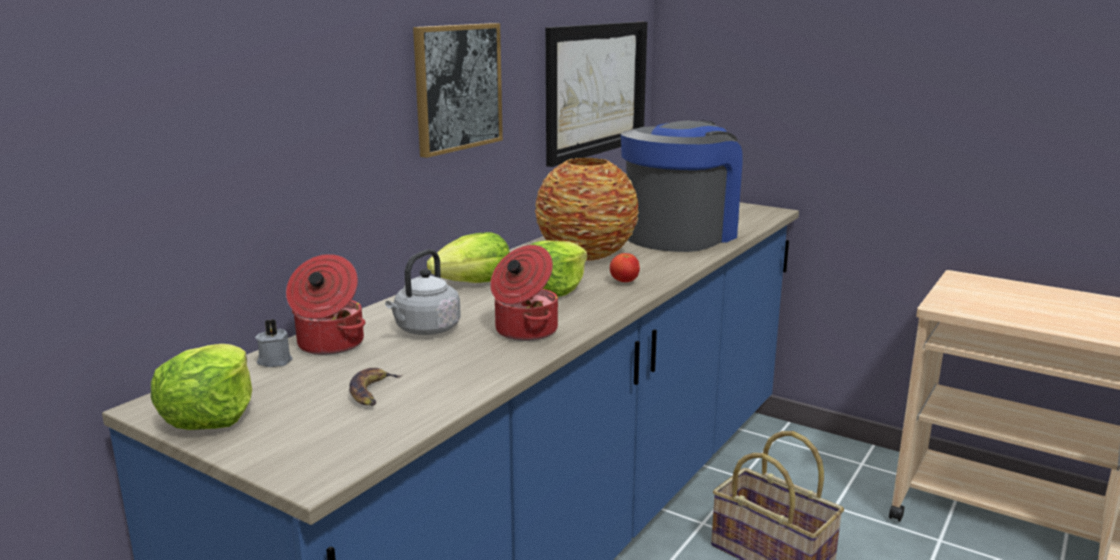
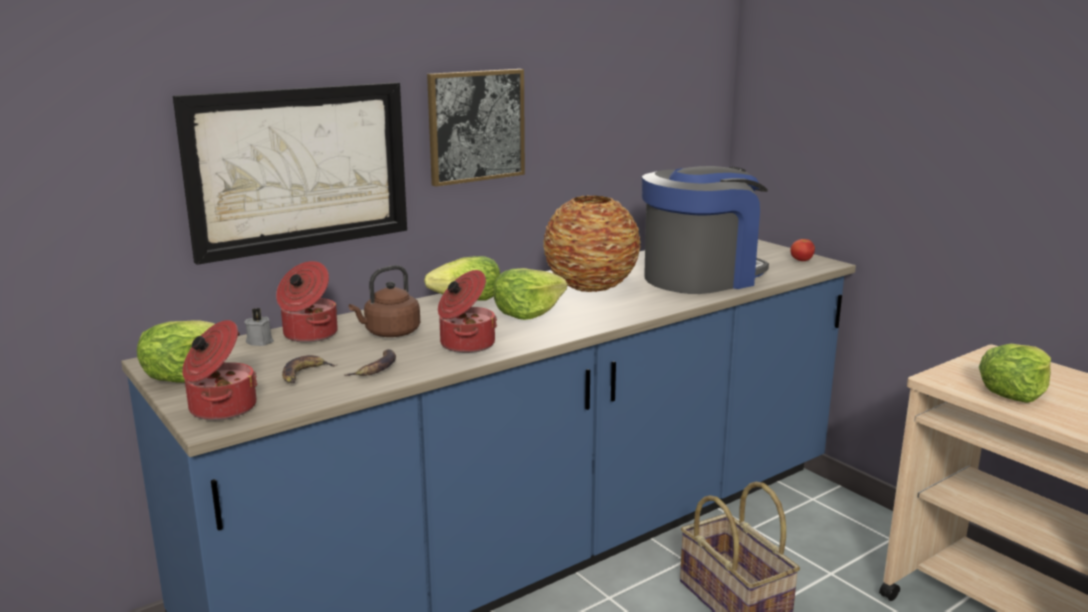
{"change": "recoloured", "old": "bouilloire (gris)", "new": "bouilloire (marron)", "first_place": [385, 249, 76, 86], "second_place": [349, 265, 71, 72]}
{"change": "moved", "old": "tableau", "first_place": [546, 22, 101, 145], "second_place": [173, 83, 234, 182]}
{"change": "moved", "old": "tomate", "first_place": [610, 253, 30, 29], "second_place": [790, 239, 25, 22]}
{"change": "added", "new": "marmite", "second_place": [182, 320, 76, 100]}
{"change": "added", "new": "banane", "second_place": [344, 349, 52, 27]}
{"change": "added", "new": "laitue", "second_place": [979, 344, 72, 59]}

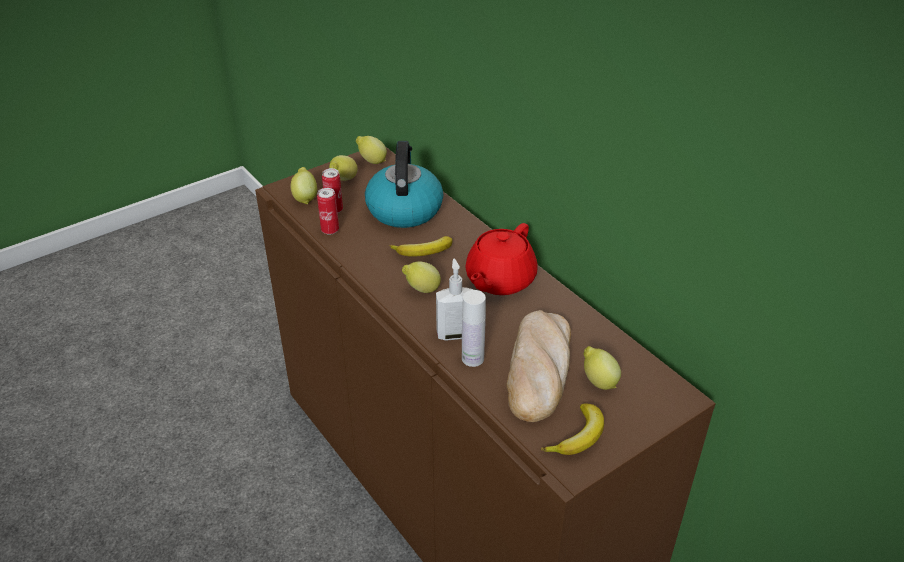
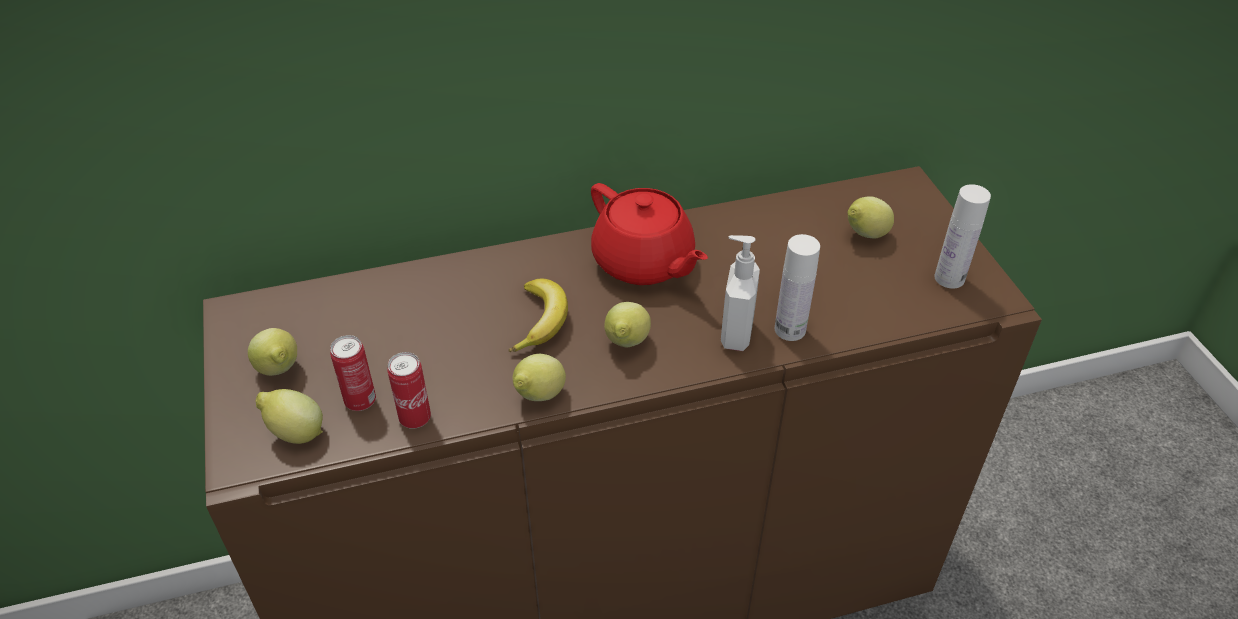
{"change": "moved", "old": "citron", "first_place": [356, 136, 31, 28], "second_place": [513, 354, 53, 47]}
{"change": "removed", "old": "bouilloire", "first_place": [365, 141, 78, 87]}
{"change": "removed", "old": "pain", "first_place": [506, 310, 65, 112]}
{"change": "replaced", "old": "banane", "new": "bouteille (blanc)", "first_place": [541, 403, 63, 52], "second_place": [935, 184, 56, 105]}

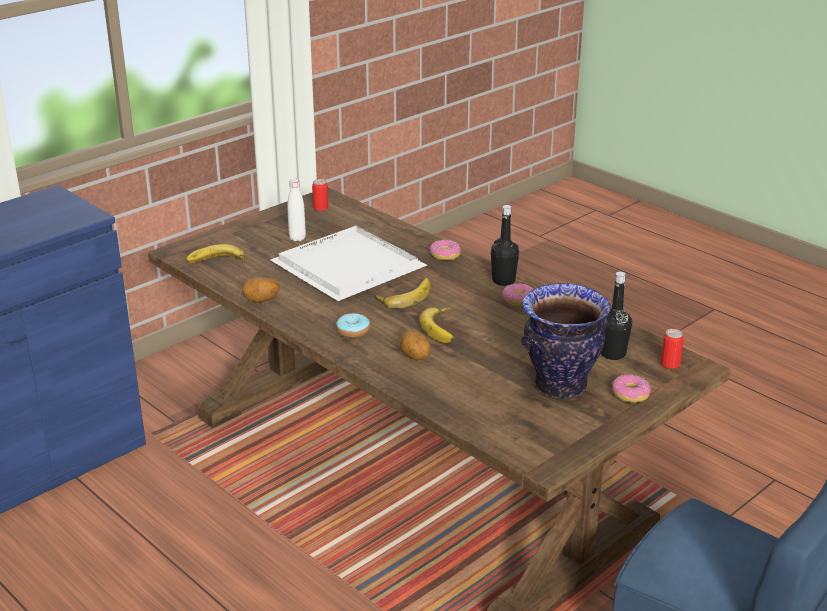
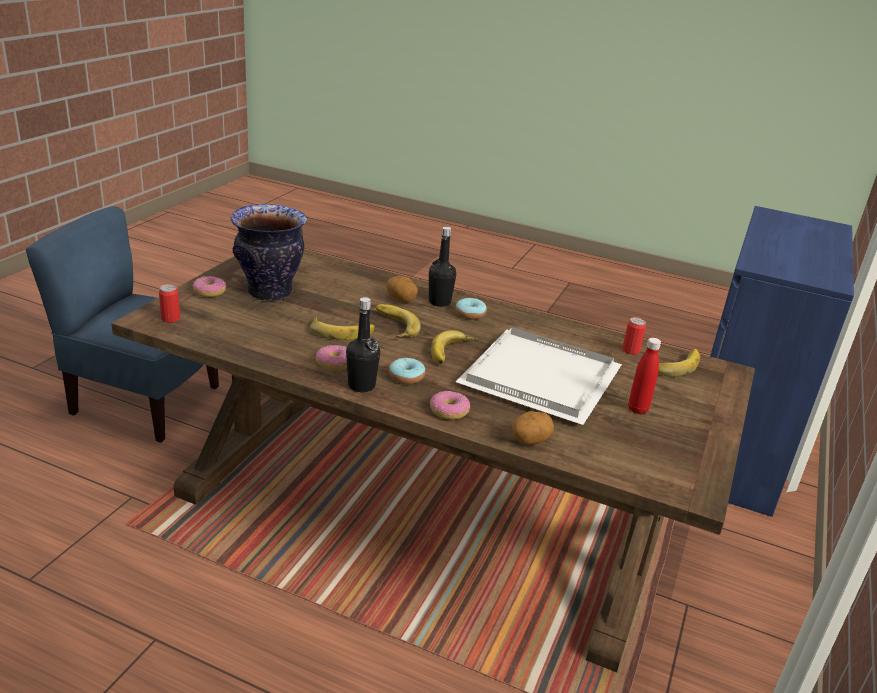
{"change": "moved", "old": "pomme de terre", "first_place": [242, 277, 38, 26], "second_place": [511, 411, 43, 34]}
{"change": "recoloured", "old": "bouteille (blanc)", "new": "bouteille (rouge)", "first_place": [287, 179, 19, 62], "second_place": [628, 338, 33, 76]}
{"change": "moved", "old": "boîte métallique", "first_place": [312, 179, 16, 32], "second_place": [622, 317, 24, 38]}
{"change": "moved", "old": "bouteille (noir)", "first_place": [601, 272, 31, 88], "second_place": [429, 227, 27, 80]}
{"change": "added", "new": "banane", "second_place": [310, 316, 65, 24]}
{"change": "added", "new": "beignet", "second_place": [389, 358, 36, 26]}

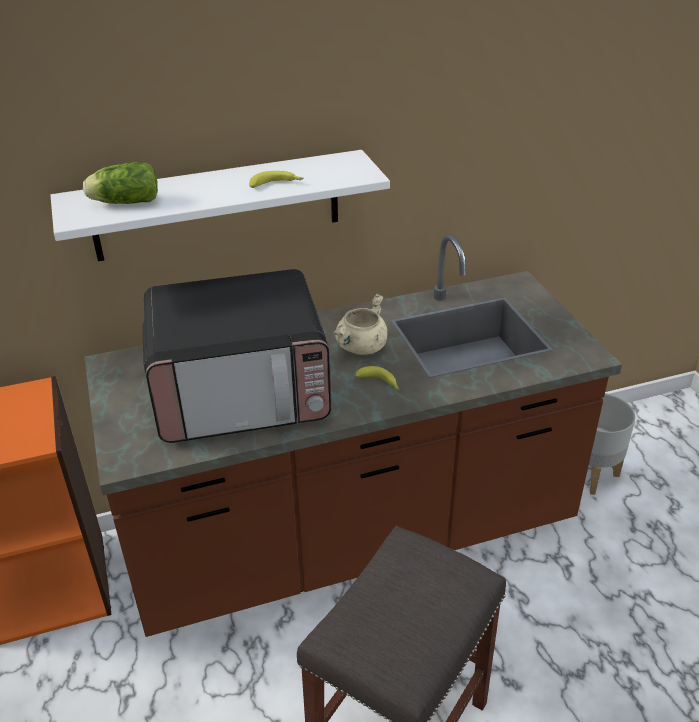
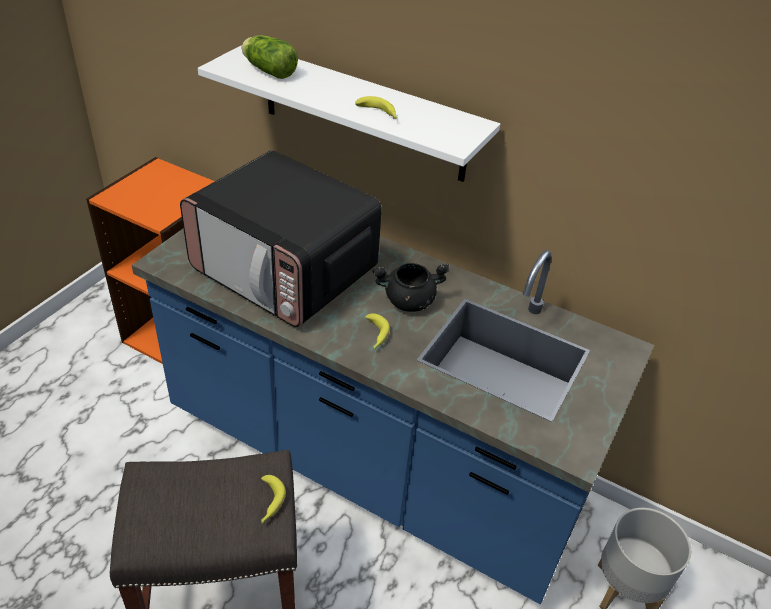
{"change": "recoloured", "old": "comptoir de cuisine (marron)", "new": "comptoir de cuisine (bleu)", "first_place": [84, 234, 538, 403], "second_place": [131, 229, 523, 375]}
{"change": "recoloured", "old": "marmite (beige)", "new": "marmite (noir)", "first_place": [333, 294, 55, 61], "second_place": [372, 263, 78, 49]}
{"change": "added", "new": "banane", "second_place": [261, 475, 25, 49]}

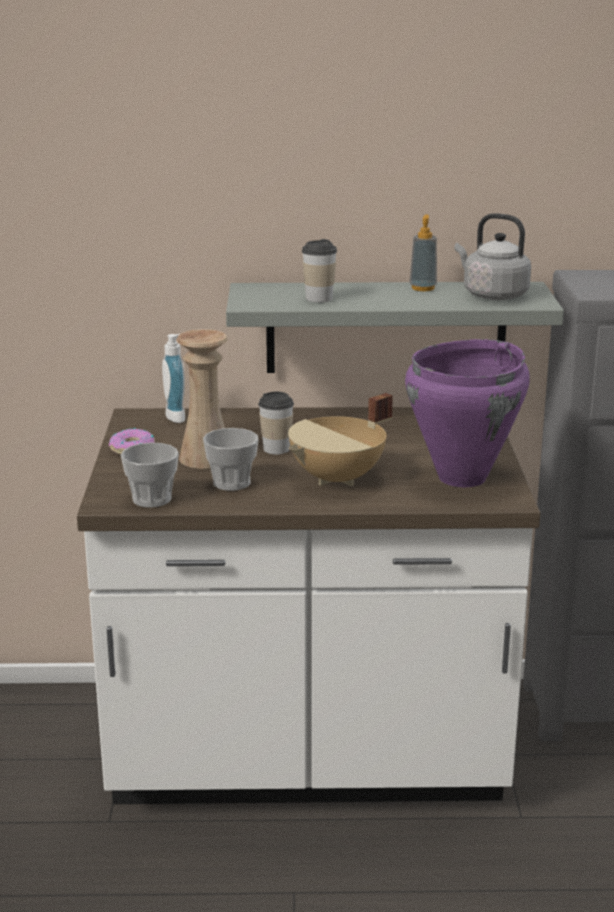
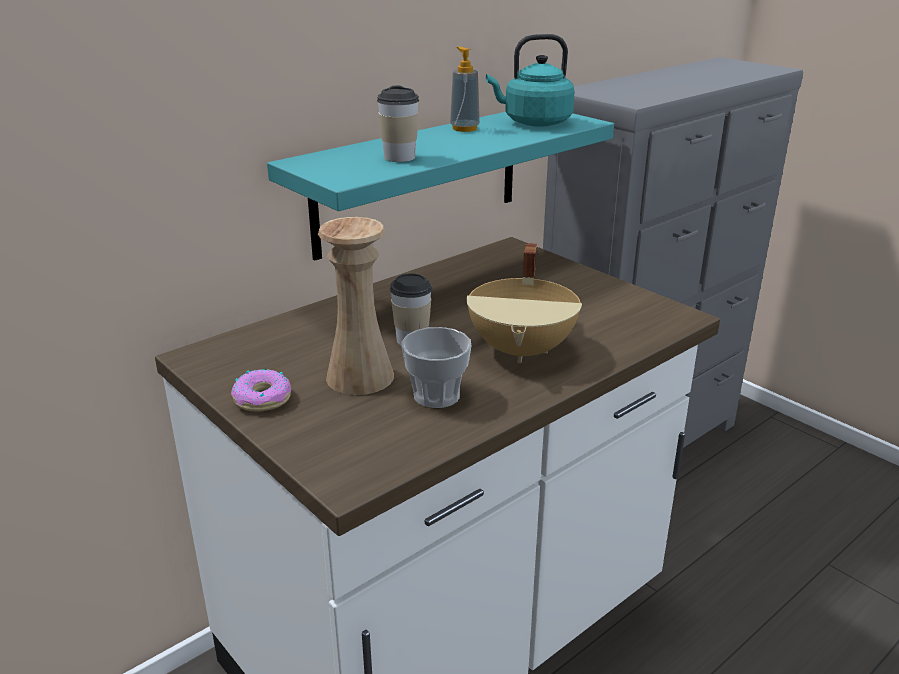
{"change": "removed", "old": "tasse", "first_place": [121, 442, 58, 66]}
{"change": "removed", "old": "distributeur de savon", "first_place": [162, 334, 23, 89]}
{"change": "recoloured", "old": "étagère (gris)", "new": "étagère (turquoise)", "first_place": [226, 282, 338, 91], "second_place": [267, 112, 347, 149]}
{"change": "removed", "old": "marmite (violet)", "first_place": [405, 339, 125, 148]}
{"change": "recoloured", "old": "bouilloire (gris)", "new": "bouilloire (turquoise)", "first_place": [455, 213, 76, 87], "second_place": [486, 34, 88, 93]}

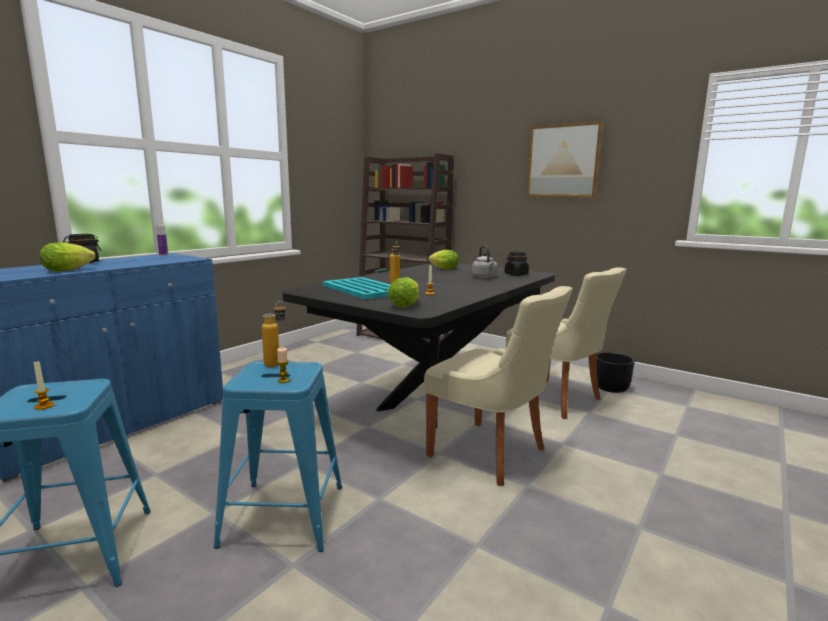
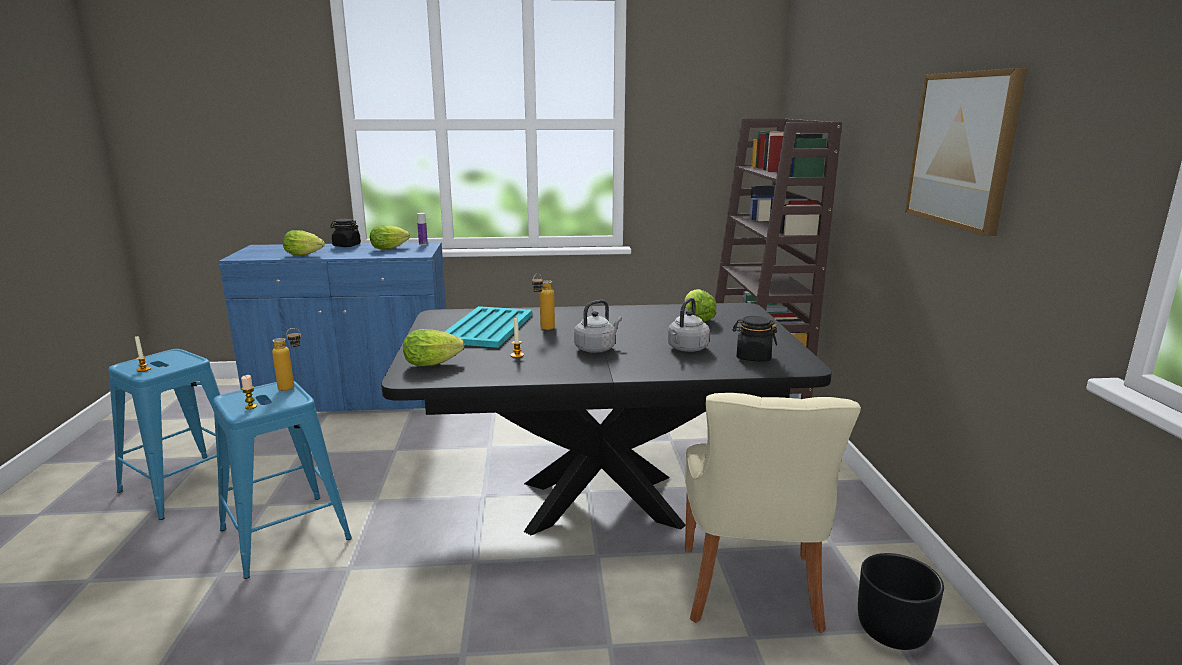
{"change": "removed", "old": "chaise (beige)", "first_place": [424, 286, 149, 200]}
{"change": "added", "new": "laitue", "second_place": [370, 225, 40, 25]}
{"change": "added", "new": "bouilloire (gris)", "second_place": [574, 300, 48, 53]}

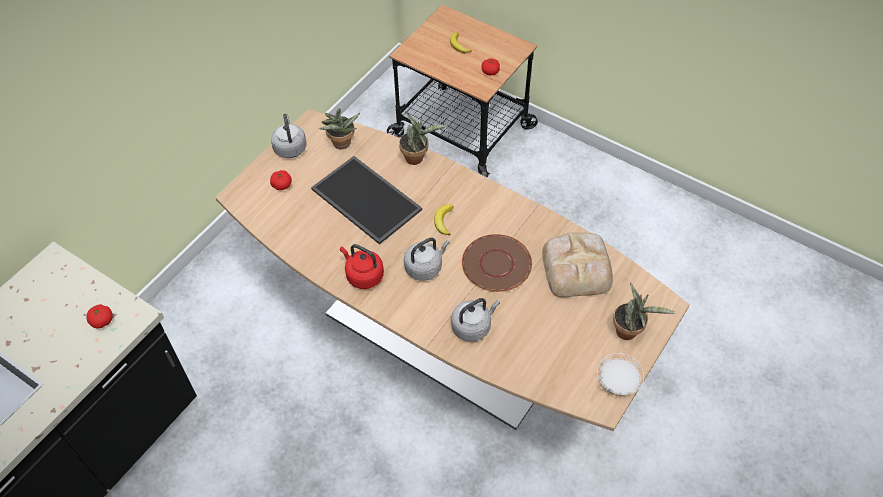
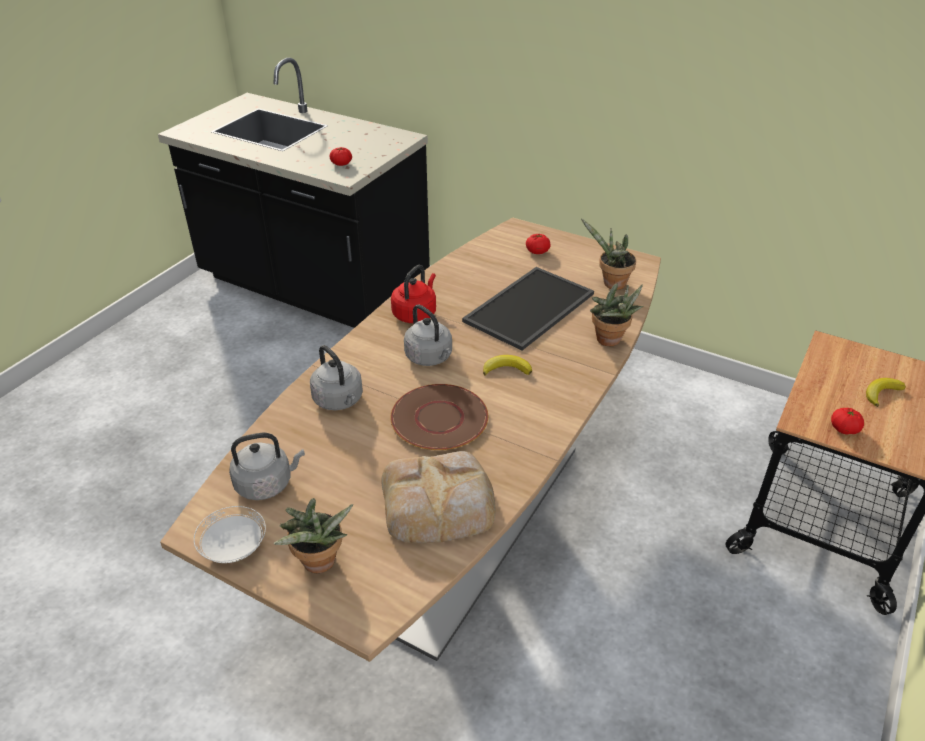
{"change": "moved", "old": "bouilloire (gris)", "first_place": [271, 113, 35, 45], "second_place": [229, 432, 76, 68]}

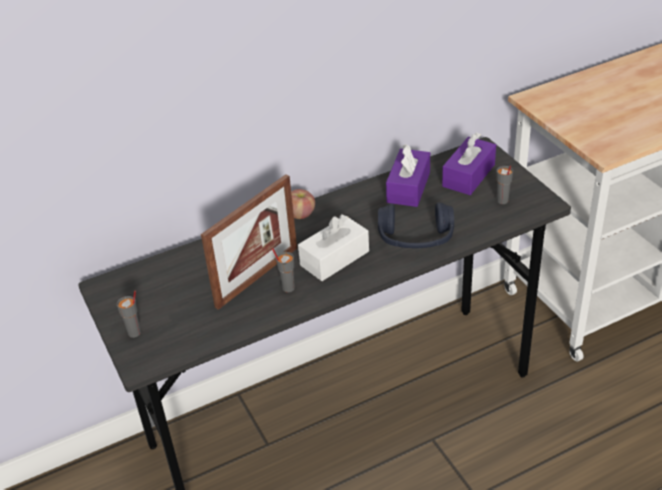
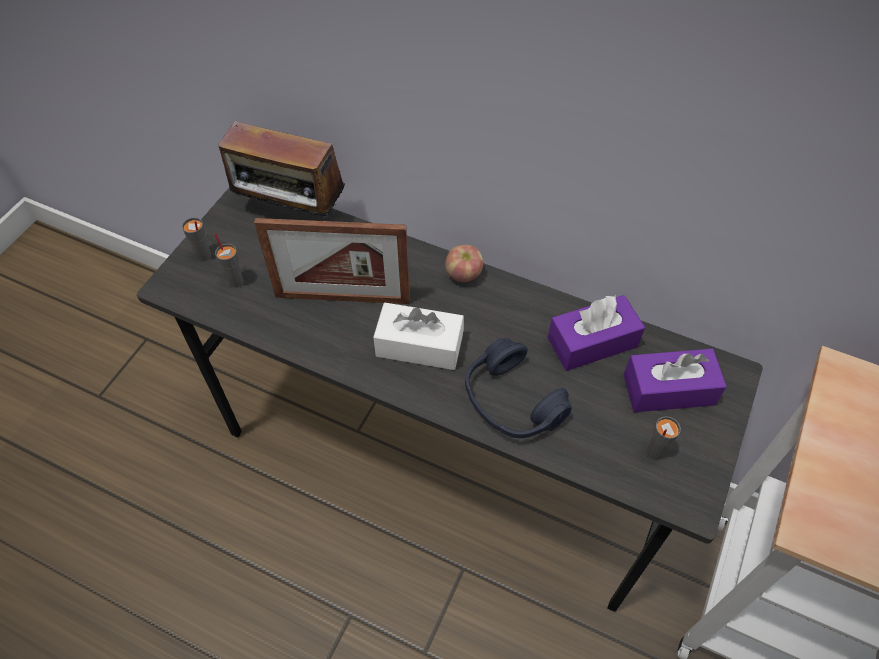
{"change": "moved", "old": "tasse (gris)", "first_place": [272, 248, 23, 44], "second_place": [214, 233, 30, 55]}
{"change": "added", "new": "radio", "second_place": [218, 121, 127, 100]}

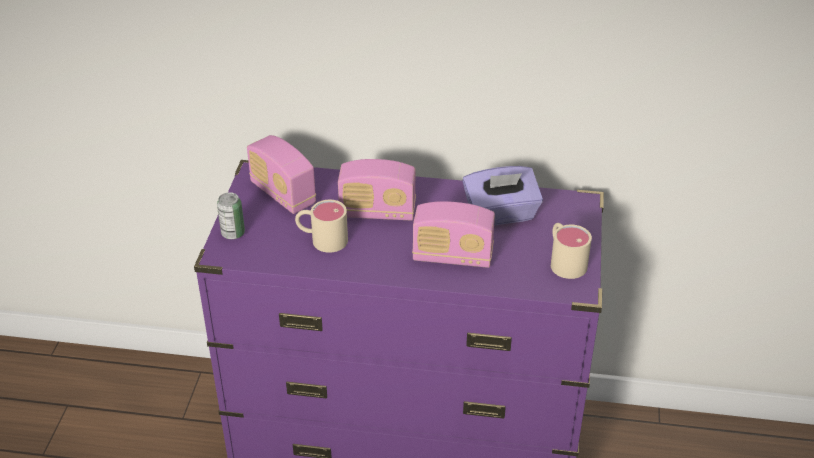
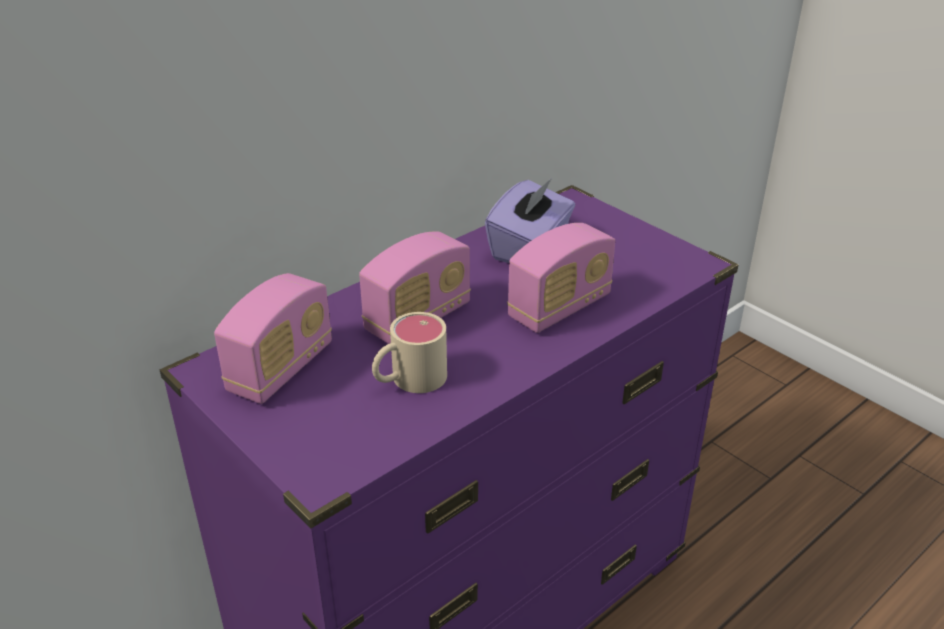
{"change": "removed", "old": "boîte métallique", "first_place": [217, 192, 28, 47]}
{"change": "turned", "old": "radio", "first_place": [247, 135, 69, 79], "second_place": [214, 273, 118, 131], "degrees": -60}
{"change": "removed", "old": "mug (beige)", "first_place": [551, 223, 41, 56]}

